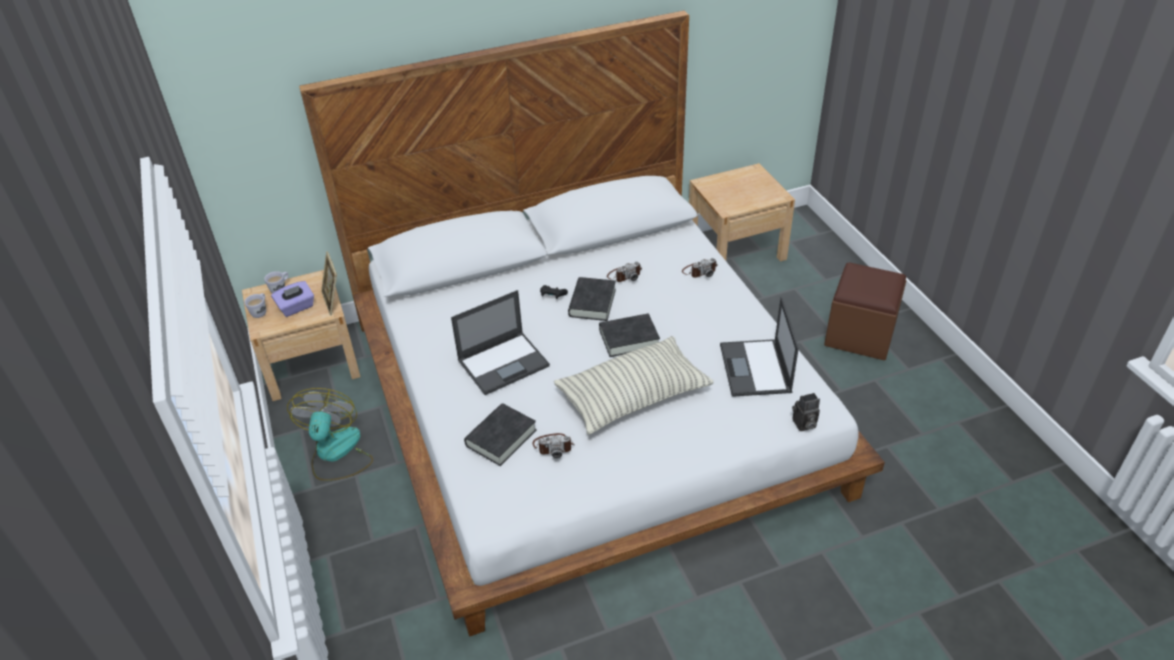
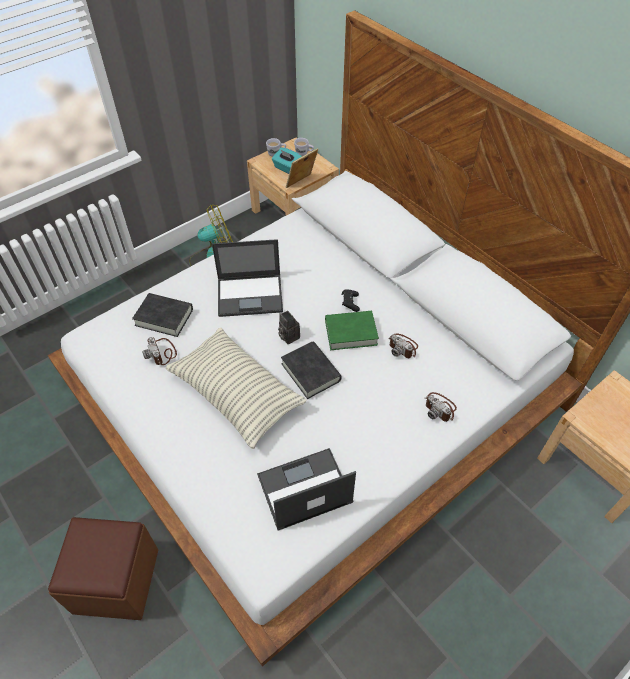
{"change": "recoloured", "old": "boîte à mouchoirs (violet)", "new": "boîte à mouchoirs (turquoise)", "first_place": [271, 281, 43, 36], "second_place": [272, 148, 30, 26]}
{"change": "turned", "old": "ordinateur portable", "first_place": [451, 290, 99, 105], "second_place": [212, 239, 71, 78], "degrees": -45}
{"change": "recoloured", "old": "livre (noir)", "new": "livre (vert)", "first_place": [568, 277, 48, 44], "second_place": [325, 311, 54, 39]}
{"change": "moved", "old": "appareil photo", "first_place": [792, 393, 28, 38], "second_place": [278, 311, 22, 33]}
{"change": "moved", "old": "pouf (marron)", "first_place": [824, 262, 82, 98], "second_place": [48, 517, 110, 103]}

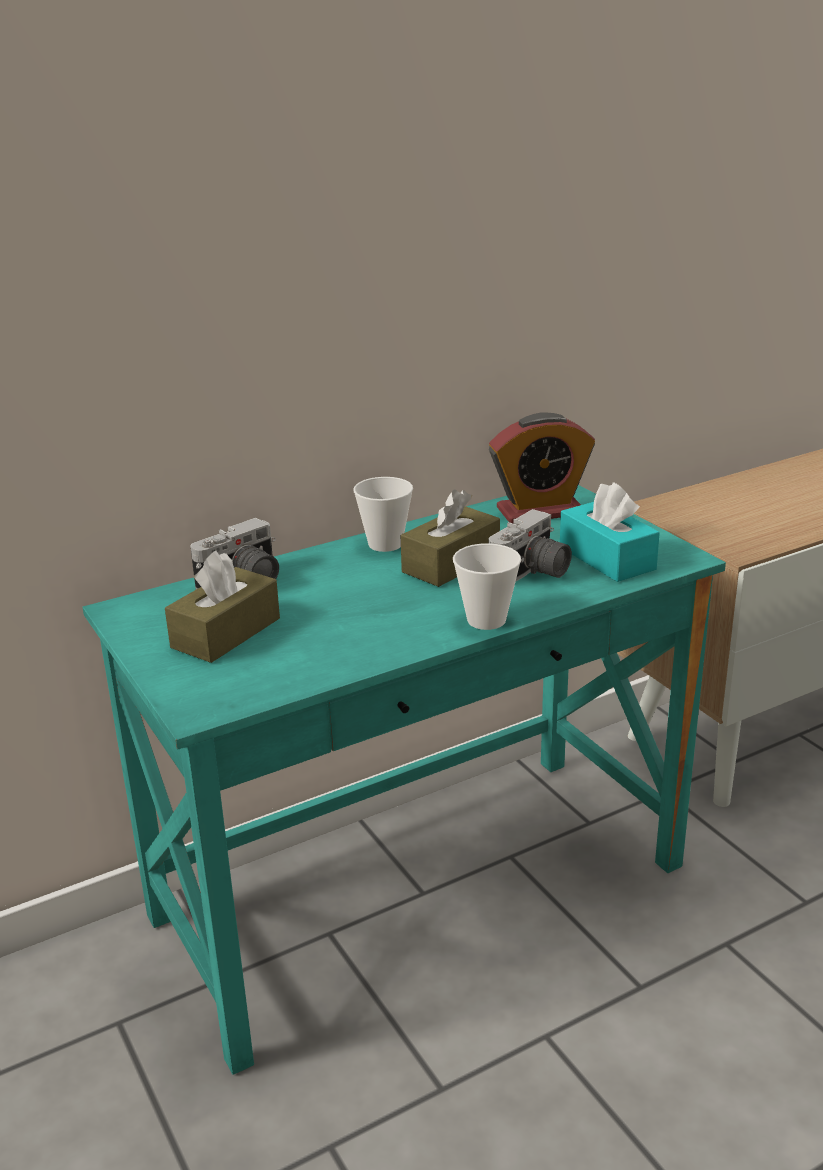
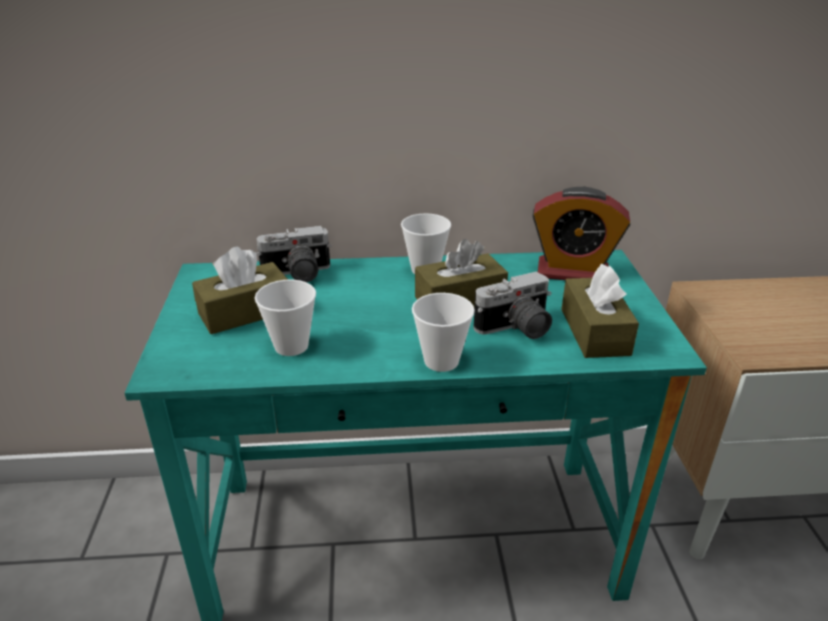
{"change": "recoloured", "old": "boîte à mouchoirs (turquoise)", "new": "boîte à mouchoirs (marron)", "first_place": [560, 482, 100, 100], "second_place": [561, 264, 78, 94]}
{"change": "added", "new": "tasse", "second_place": [255, 280, 61, 76]}

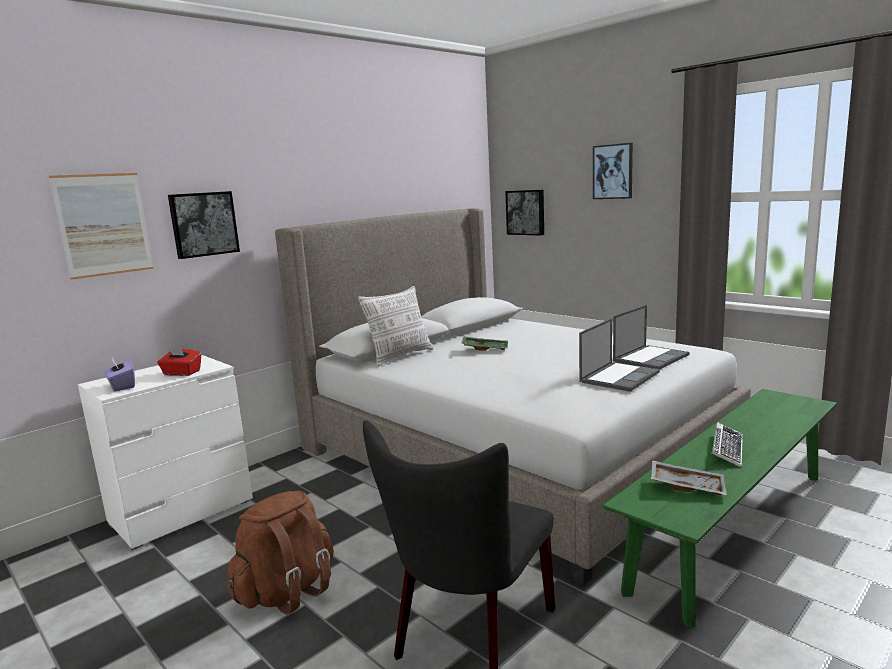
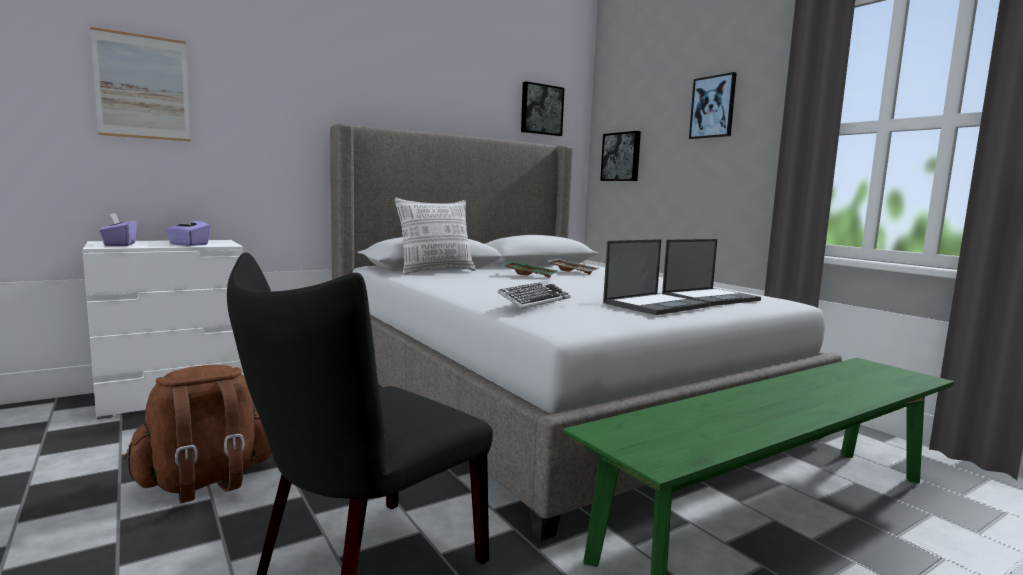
{"change": "recoloured", "old": "boîte à mouchoirs (rouge)", "new": "boîte à mouchoirs (violet)", "first_place": [157, 347, 44, 29], "second_place": [165, 214, 46, 32]}
{"change": "moved", "old": "tableau", "first_place": [168, 191, 72, 68], "second_place": [521, 81, 43, 55]}
{"change": "moved", "old": "plateau (gris)", "first_place": [651, 460, 76, 35], "second_place": [548, 258, 51, 17]}
{"change": "moved", "old": "clavier", "first_place": [711, 422, 32, 45], "second_place": [497, 281, 74, 28]}

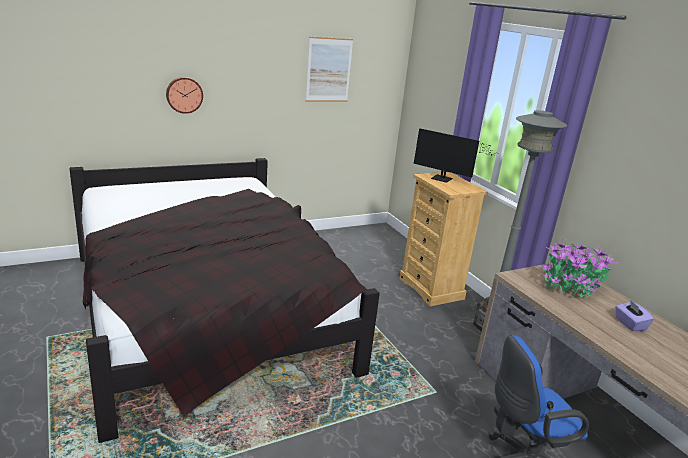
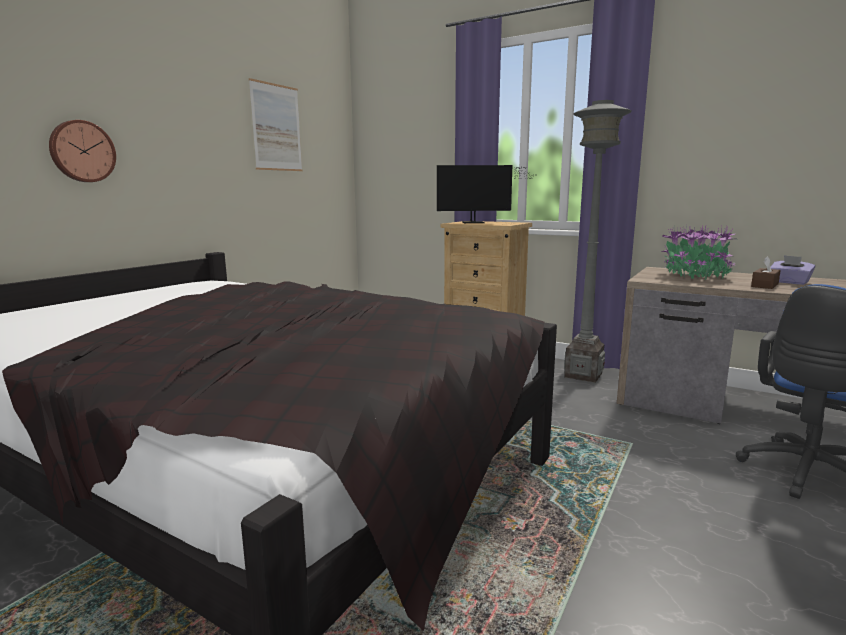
{"change": "added", "new": "boîte à mouchoirs (marron)", "second_place": [751, 256, 30, 33]}

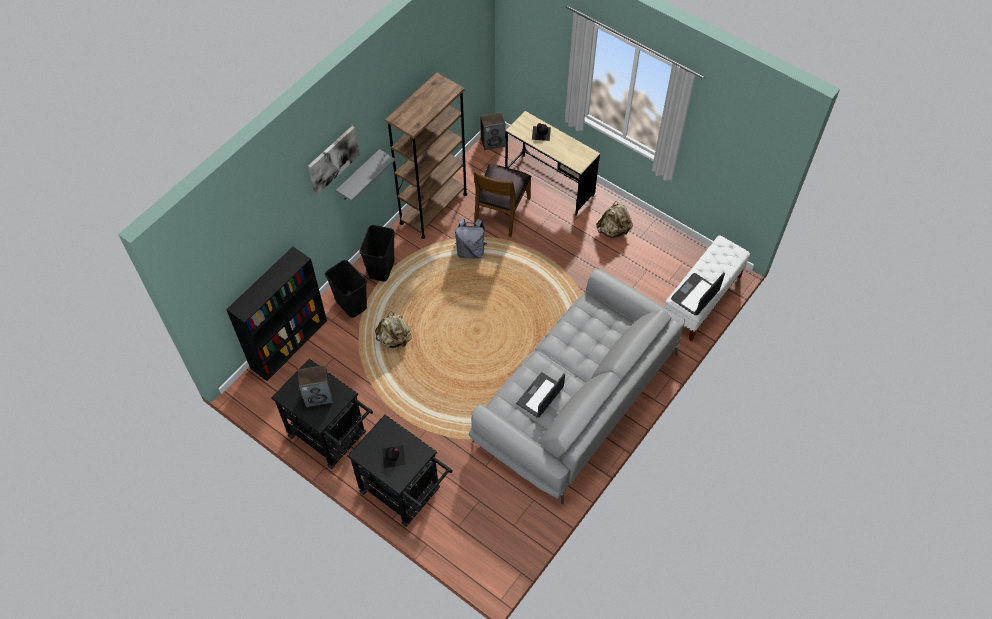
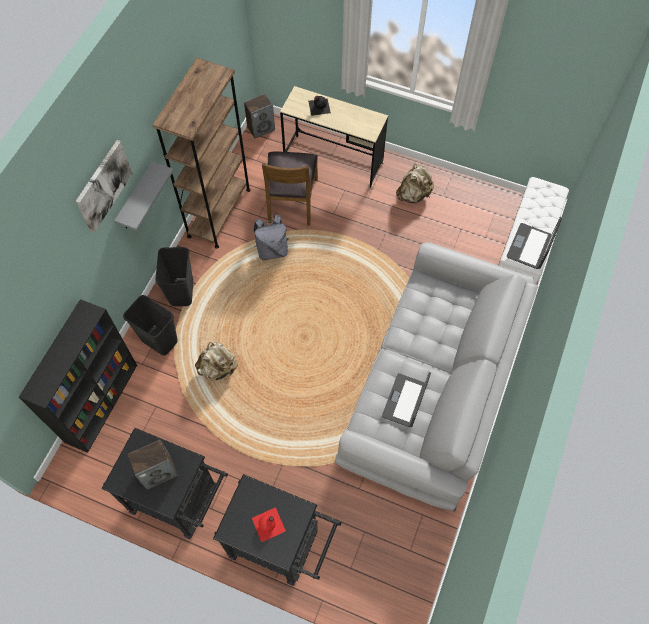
{"change": "recoloured", "old": "bouteille (noir)", "new": "bouteille (rouge)", "first_place": [382, 445, 24, 23], "second_place": [252, 507, 34, 35]}

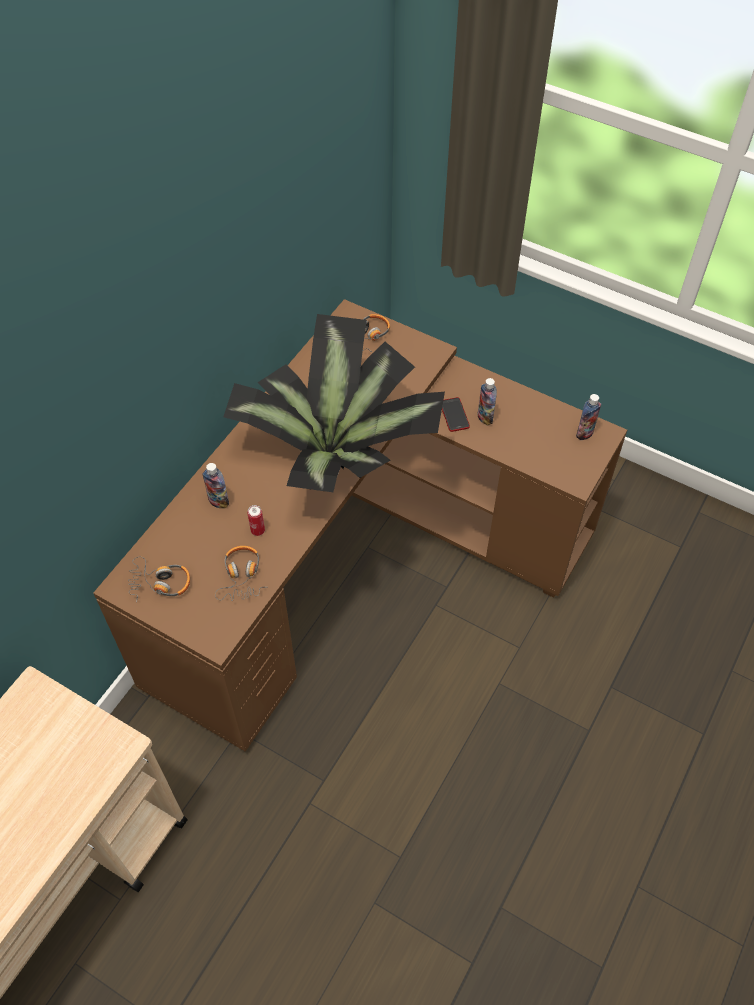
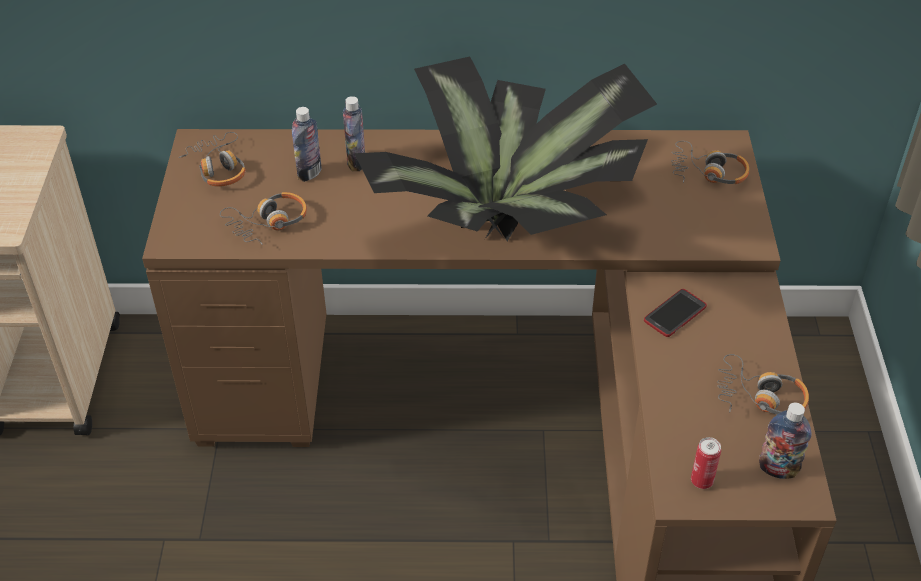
{"change": "moved", "old": "boîte métallique", "first_place": [247, 505, 18, 31], "second_place": [691, 437, 30, 52]}
{"change": "moved", "old": "bouteille", "first_place": [478, 378, 19, 48], "second_place": [292, 107, 30, 75]}
{"change": "added", "new": "casque audio", "second_place": [717, 354, 92, 61]}

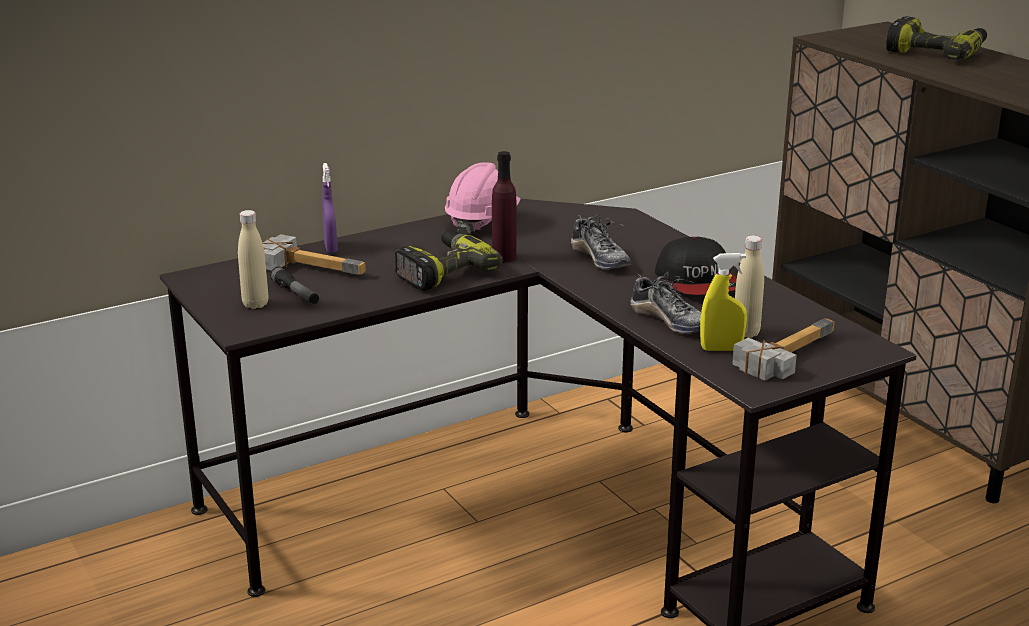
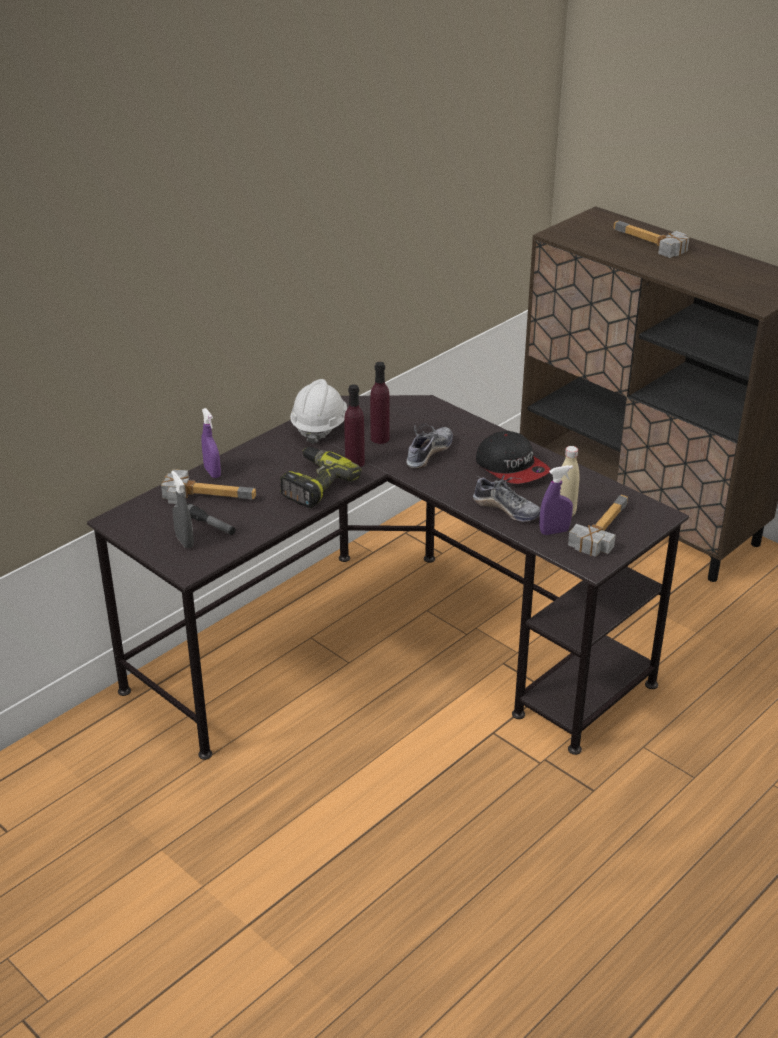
{"change": "replaced", "old": "bouteille (beige)", "new": "vaporisateur (gris)", "first_place": [238, 210, 30, 99], "second_place": [171, 471, 23, 78]}
{"change": "recoloured", "old": "casque de chantier (rose)", "new": "casque de chantier (blanc)", "first_place": [445, 162, 75, 72], "second_place": [290, 379, 57, 65]}
{"change": "turned", "old": "chaussure", "first_place": [571, 214, 60, 55], "second_place": [406, 424, 47, 45], "degrees": -105}
{"change": "recoloured", "old": "vaporisateur (jaune)", "new": "vaporisateur (violet)", "first_place": [700, 253, 47, 98], "second_place": [540, 465, 33, 70]}
{"change": "replaced", "old": "perceuse", "new": "marteau", "first_place": [886, 16, 101, 44], "second_place": [613, 221, 76, 37]}
{"change": "added", "new": "bouteille (violet)", "second_place": [370, 362, 20, 82]}

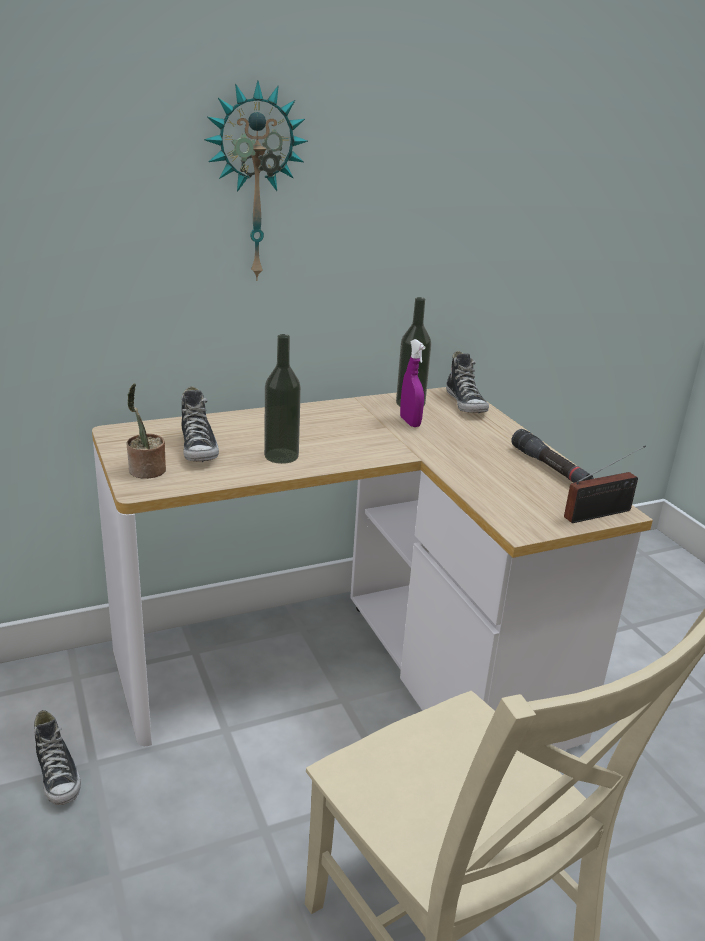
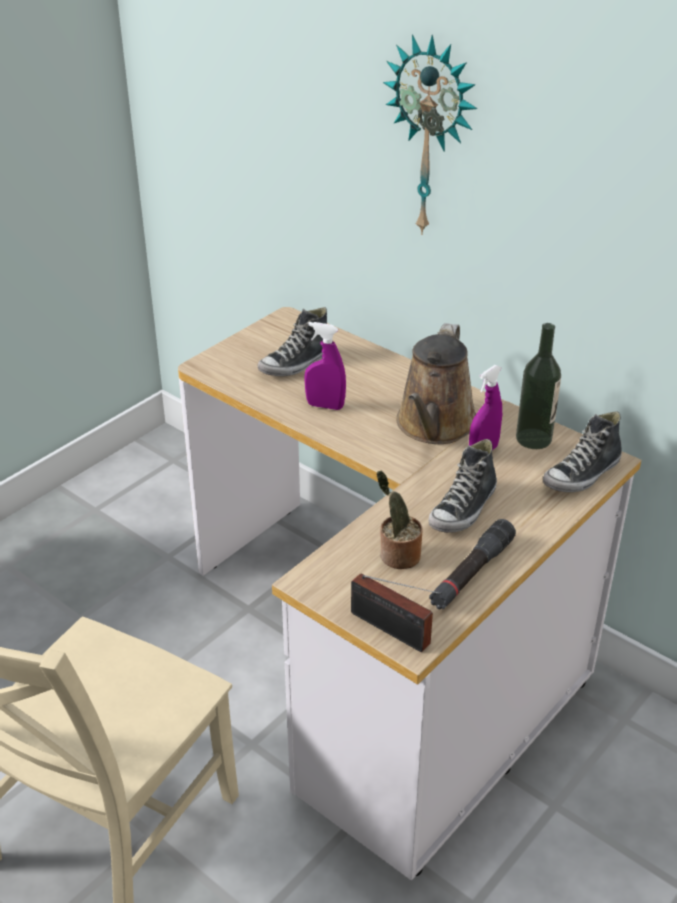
{"change": "moved", "old": "chaussure", "first_place": [34, 710, 47, 95], "second_place": [428, 439, 69, 94]}
{"change": "moved", "old": "plante en pot", "first_place": [127, 383, 39, 96], "second_place": [376, 470, 47, 99]}
{"change": "replaced", "old": "bouteille", "new": "vaporisateur (violet)", "first_place": [264, 334, 37, 130], "second_place": [304, 322, 42, 88]}
{"change": "added", "new": "arrosoir (marron)", "second_place": [396, 323, 80, 121]}

